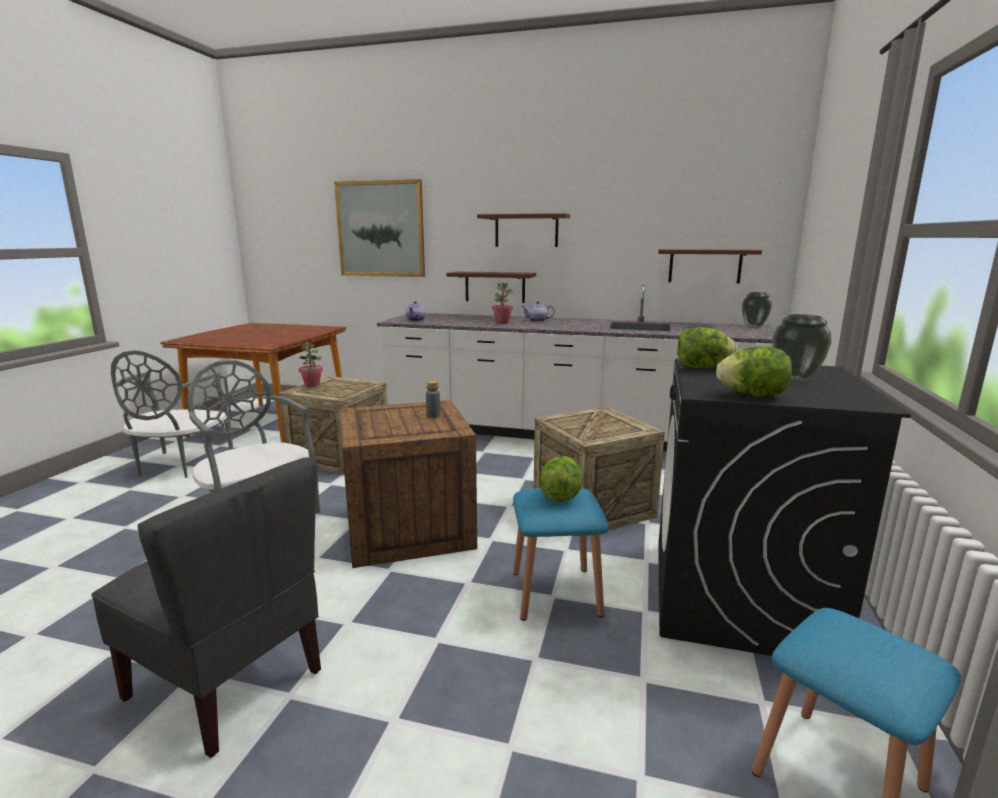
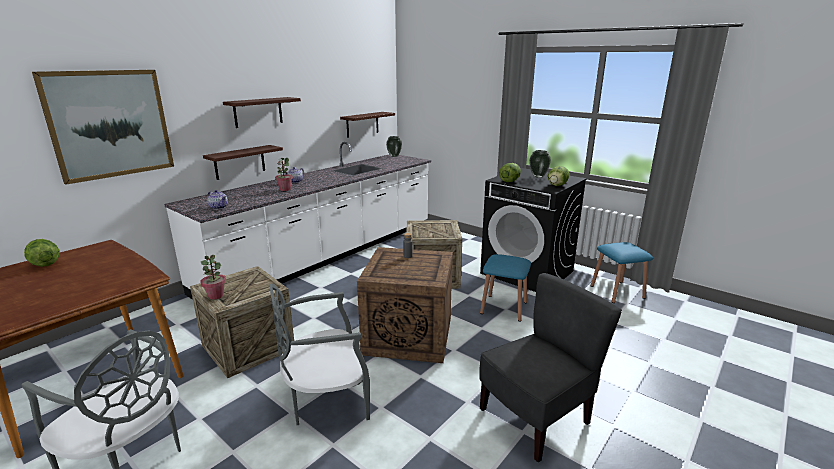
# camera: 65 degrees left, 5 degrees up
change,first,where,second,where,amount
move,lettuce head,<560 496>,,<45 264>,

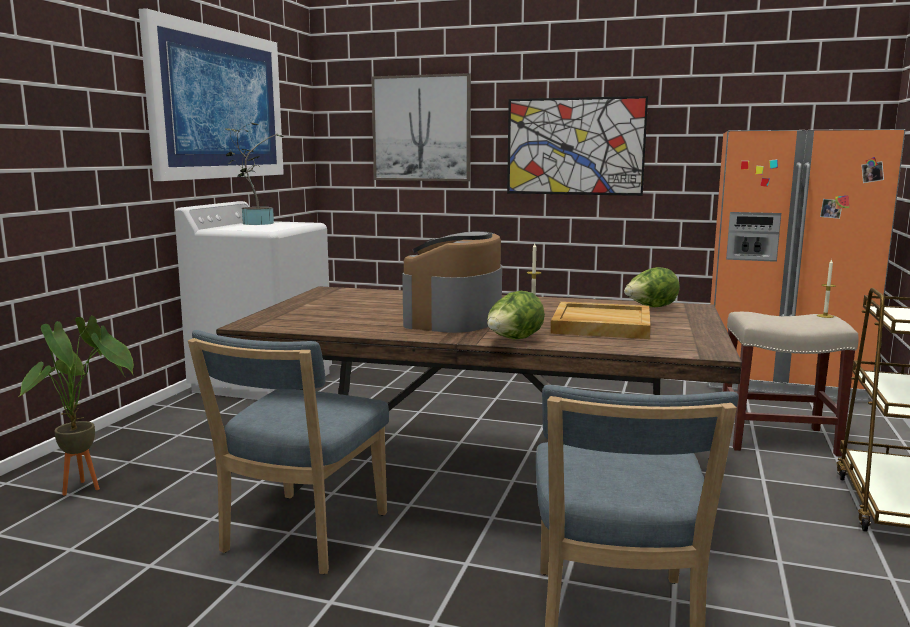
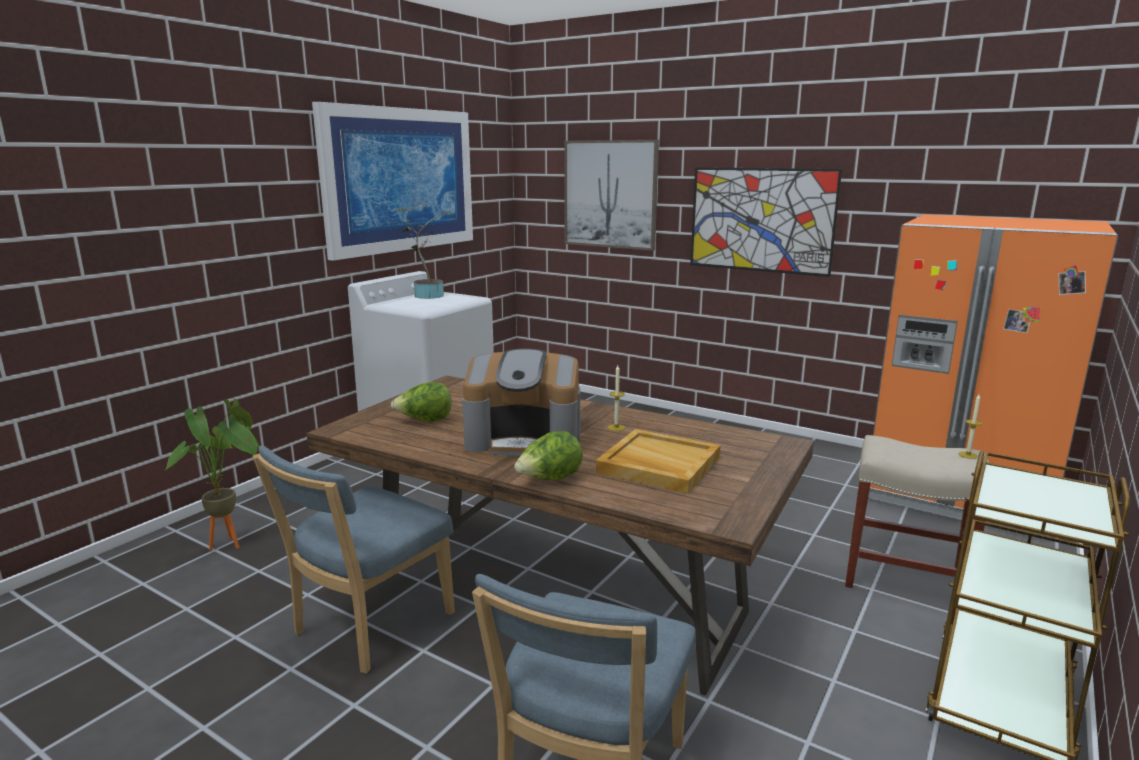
# camera: 15 degrees right, 5 degrees up
change,first,where,second,where,amount
move,lettuce head,<650 308>,,<425 421>,
rotate,coffee maker,<455 318>,,<525 439>,120 degrees counterclockwise

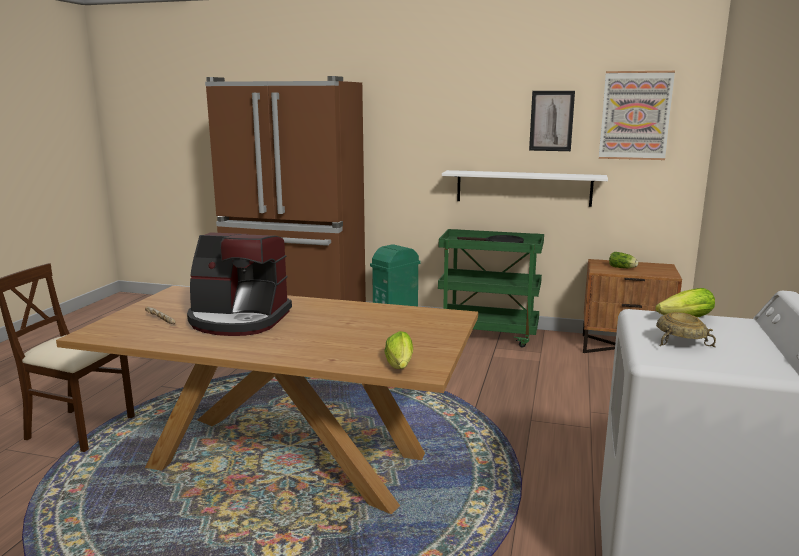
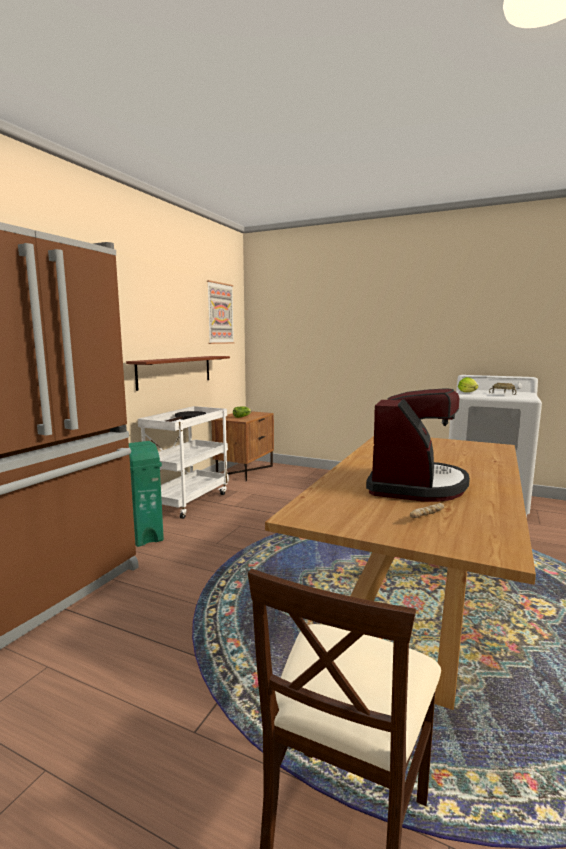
# camera: 80 degrees left, 5 degrees down
change,first,where,second,where,amount
delete,lettuce head,<399 366>,,,
delete,wall art,<551 121>,,,
recolor,green-coloured cart,<489 335>,white-coloured cart,<188 501>,
recolor,white-coloured wall shelf,<523 188>,brownish wall shelf,<175 371>,

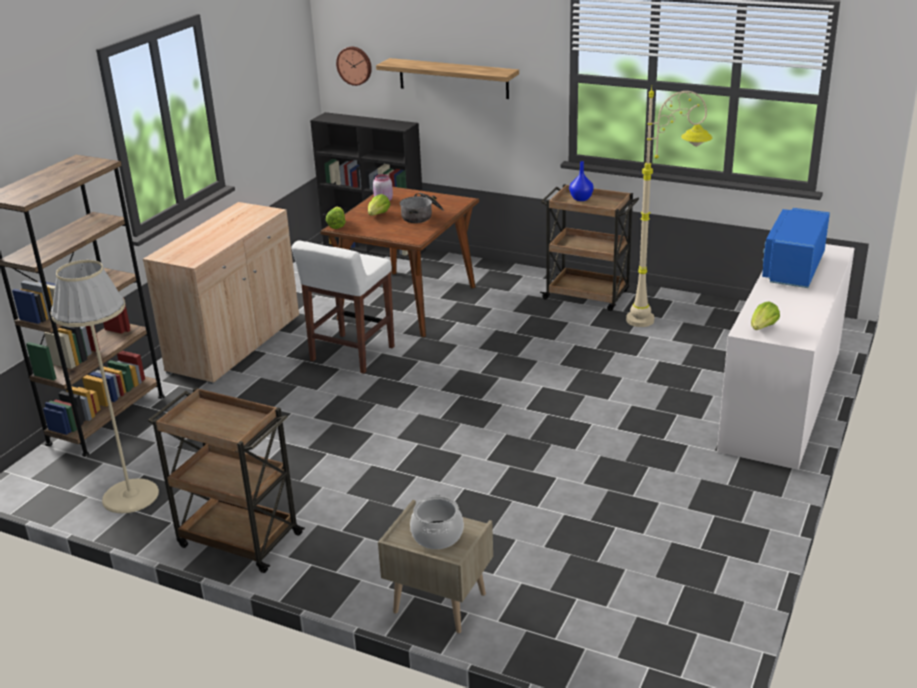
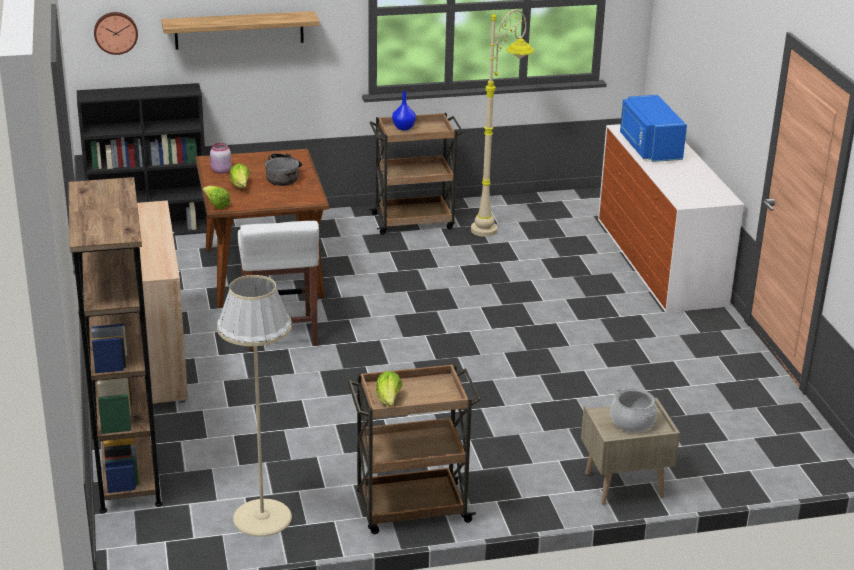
# camera: 40 degrees left, 0 degrees up
change,first,where,second,where,amount
move,lettuce head,<762 328>,,<389 401>,

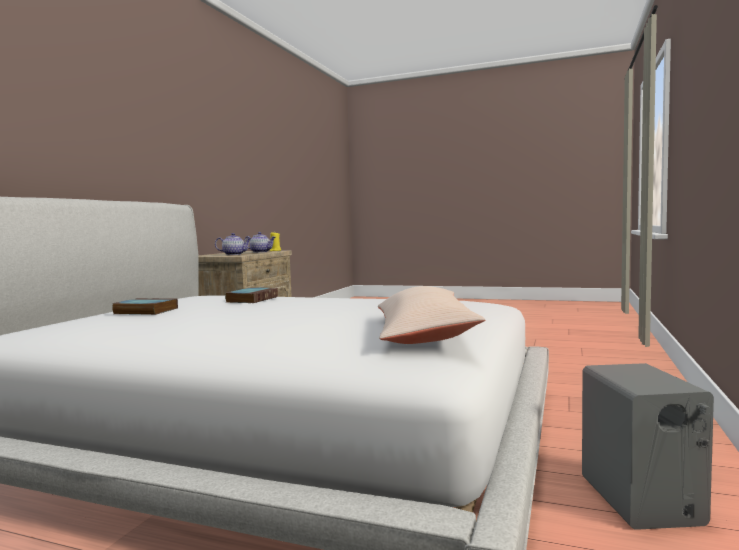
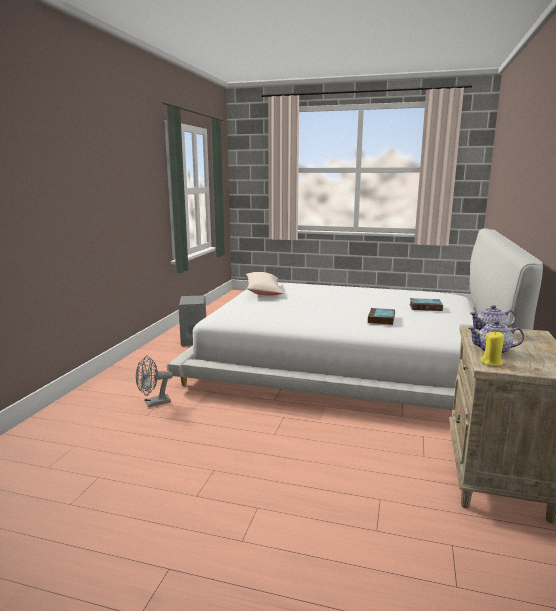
# camera: 175 degrees right, 10 degrees up
change,first,where,second,where,amount
insert,,,grey electric fan,<153 403>,

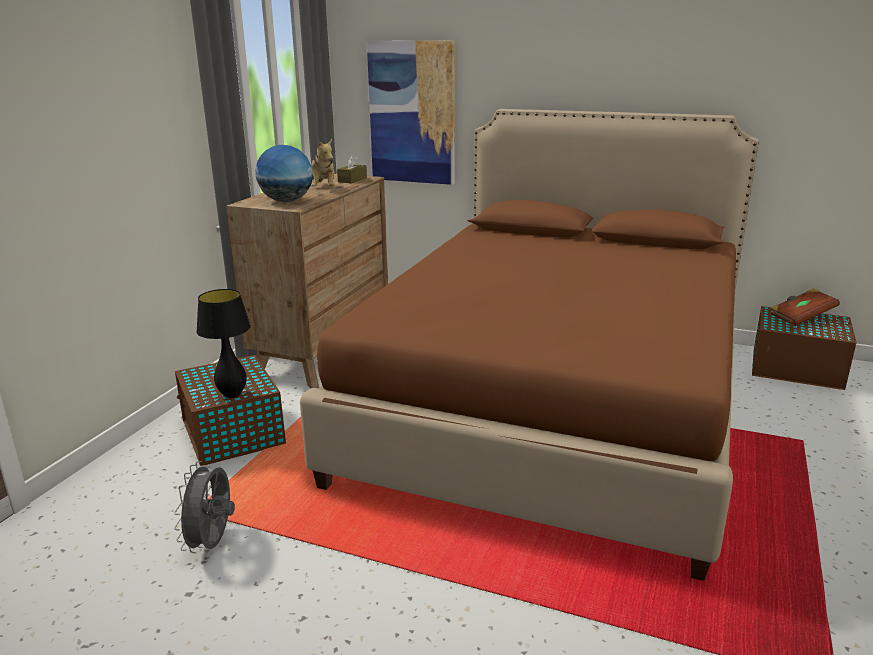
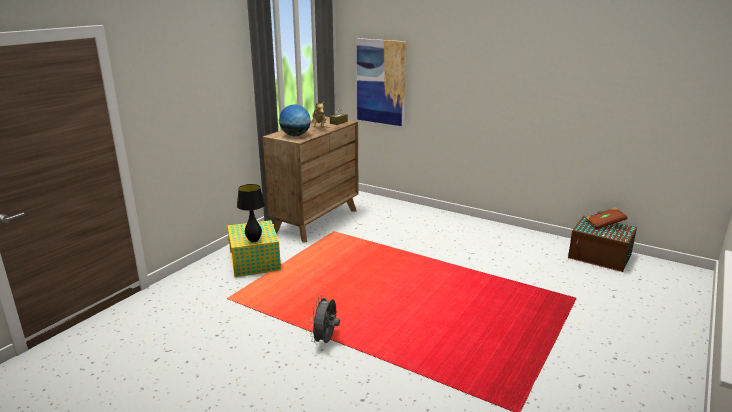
# camera: 10 degrees right, 0 degrees up
change,first,where,second,where,amount
delete,brownish sleeping bed,<555 404>,,,
move,grey electric fan,<213 543>,,<326 340>,
recolor,brownish storage container,<233 433>,yellowish storage container,<254 262>,

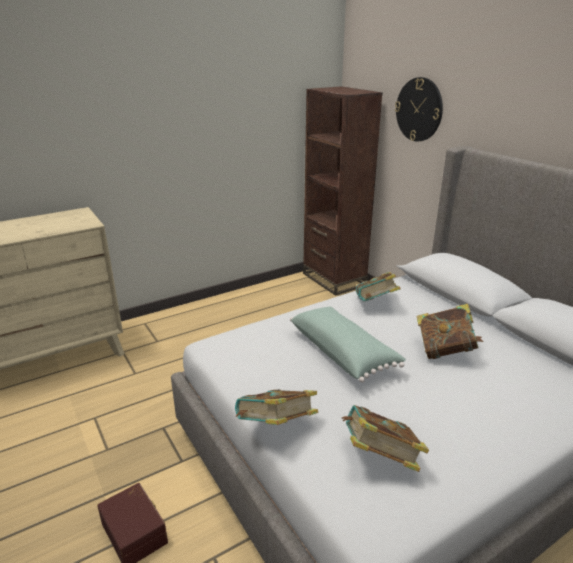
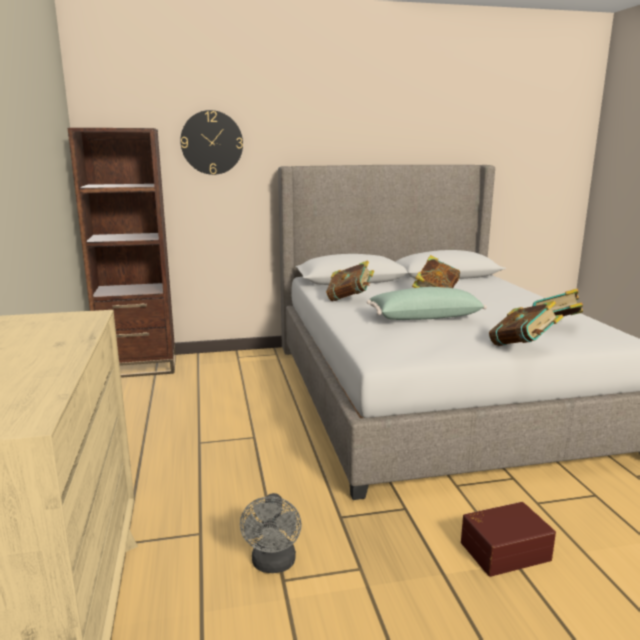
# camera: 70 degrees left, 10 degrees down
change,first,where,second,where,amount
insert,,,grey electric fan,<273 564>,

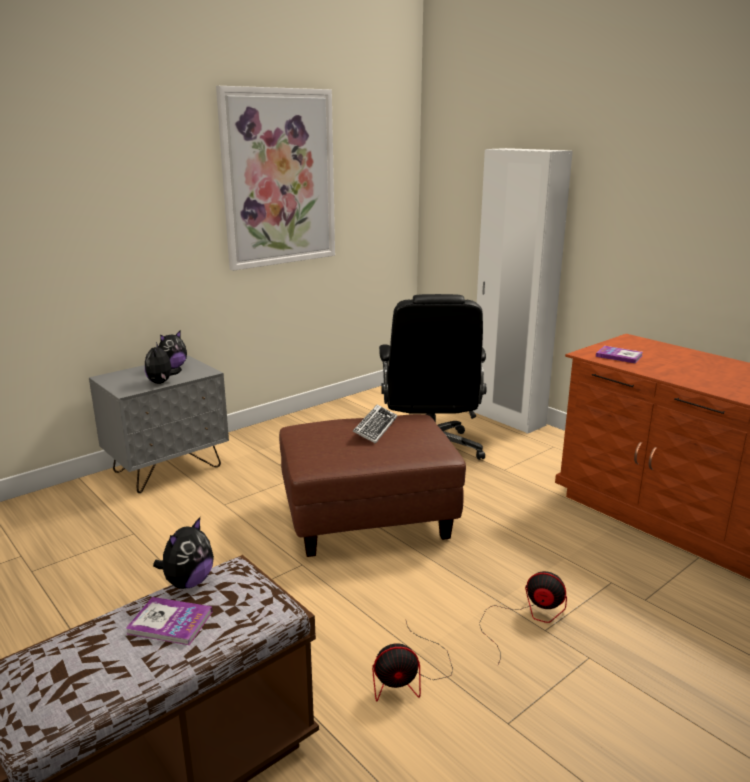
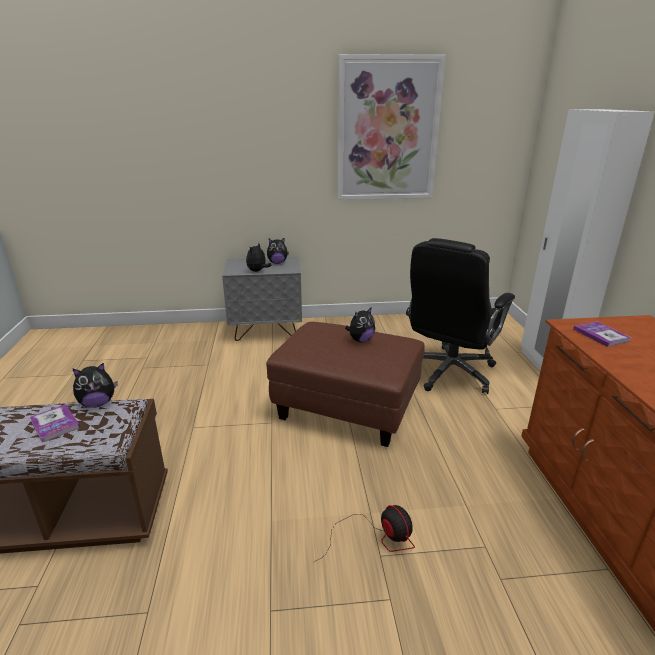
# camera: 35 degrees right, 5 degrees up
change,first,where,second,where,amount
delete,electric fan,<409 676>,,,
replace,keyboard,<375 428>,cuddly toy,<360 340>,

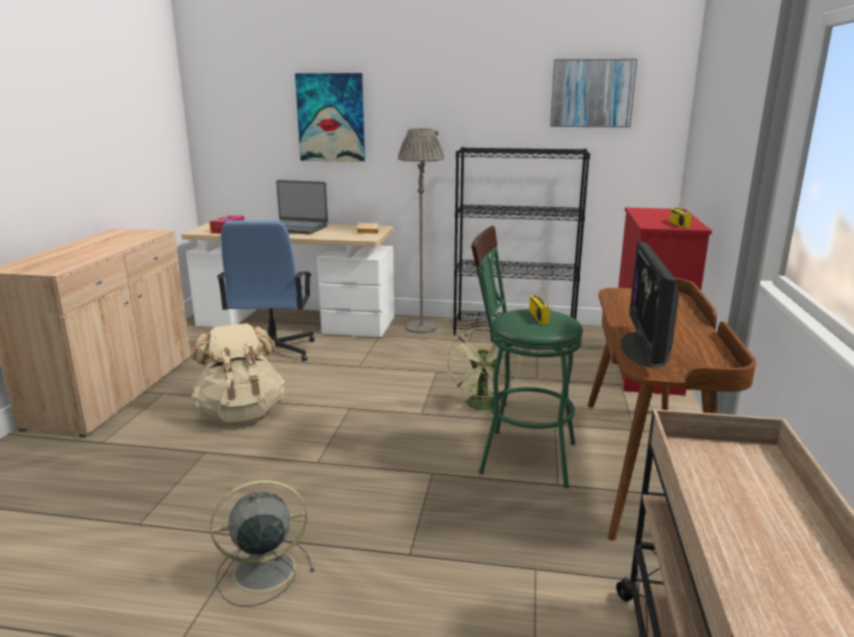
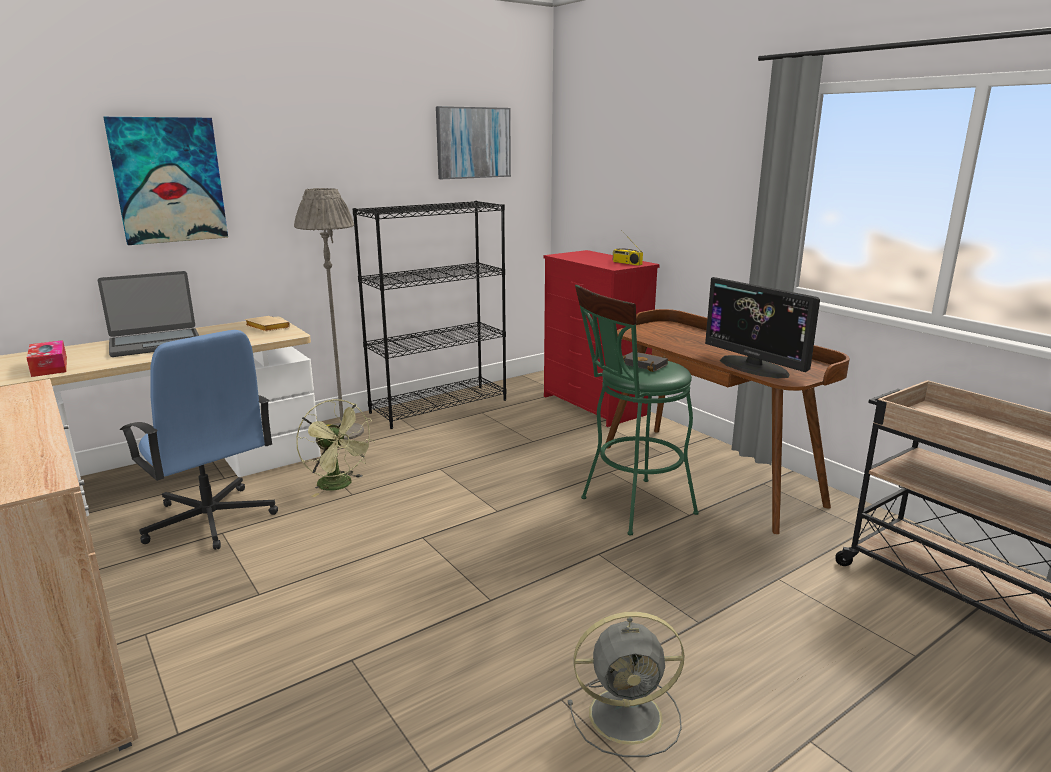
# camera: 45 degrees left, 0 degrees up
change,first,where,second,where,amount
delete,beige backpack,<241 413>,,,
move,green-coloured electric fan,<483 407>,,<339 486>,
replace,radio set,<537 317>,black volume,<645 365>,
rotate,grey electric fan,<261 571>,,<629 715>,120 degrees counterclockwise

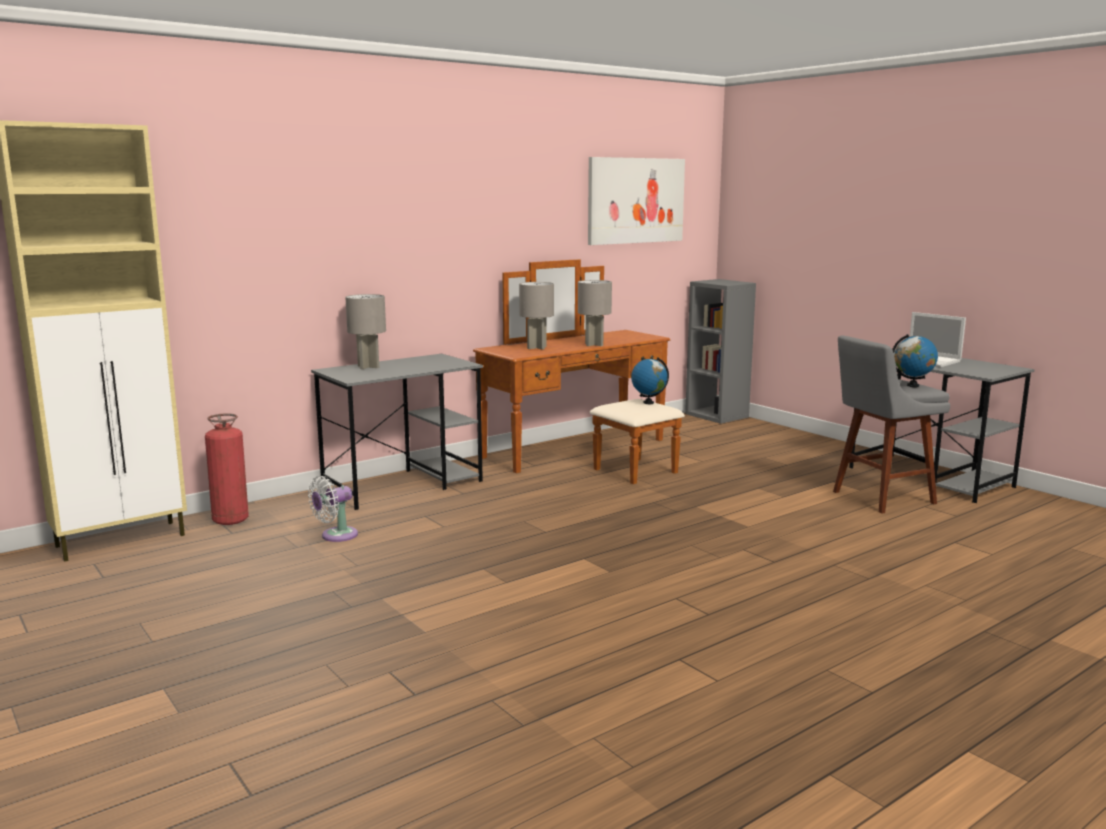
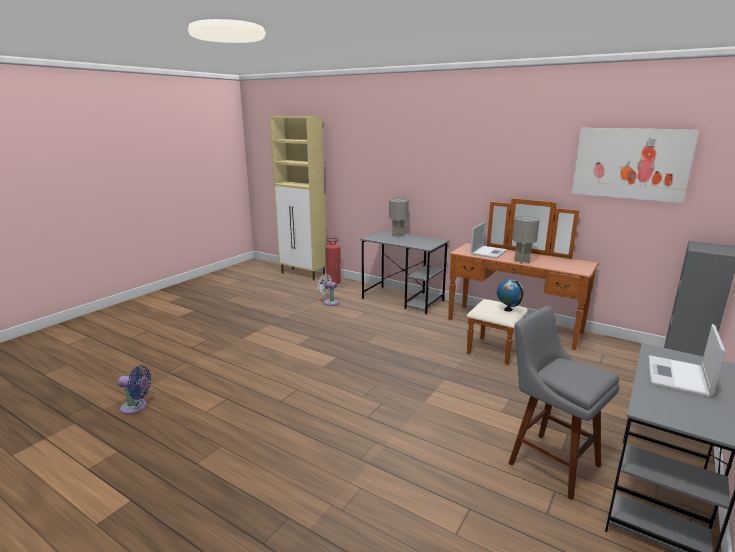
# camera: 70 degrees right, 5 degrees up
change,first,where,second,where,amount
delete,desk globe,<913 385>,,,
insert,,,bluish electric fan,<136 407>,
replace,grey table lamp,<536 347>,notebook computer,<488 252>,

